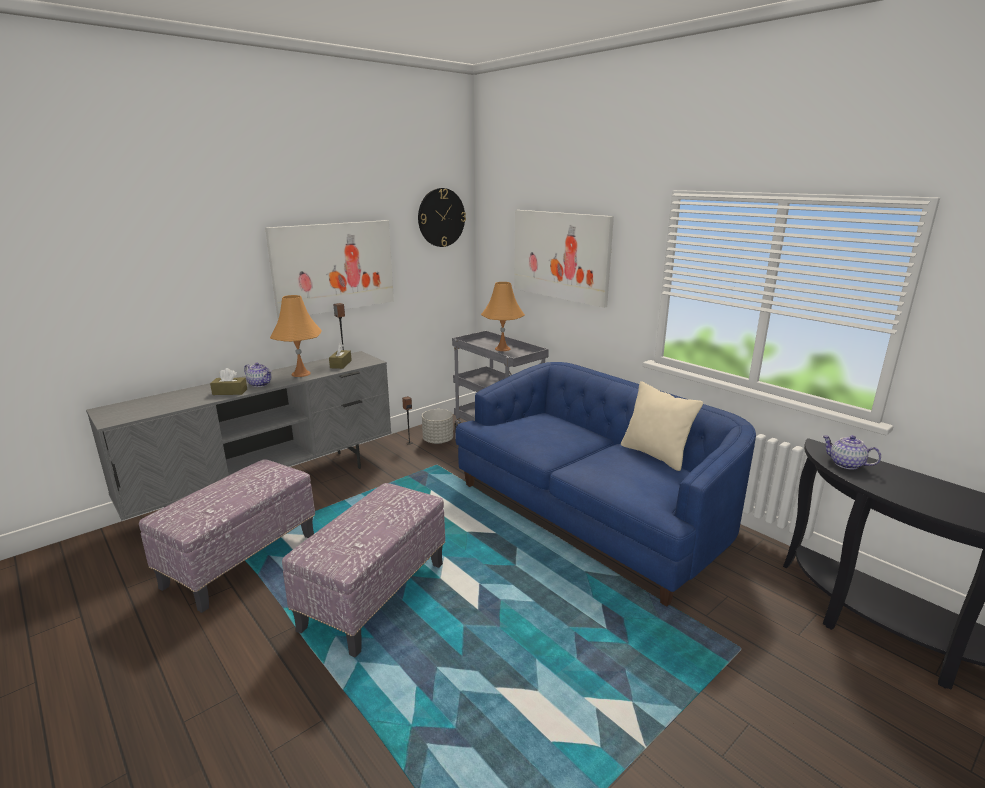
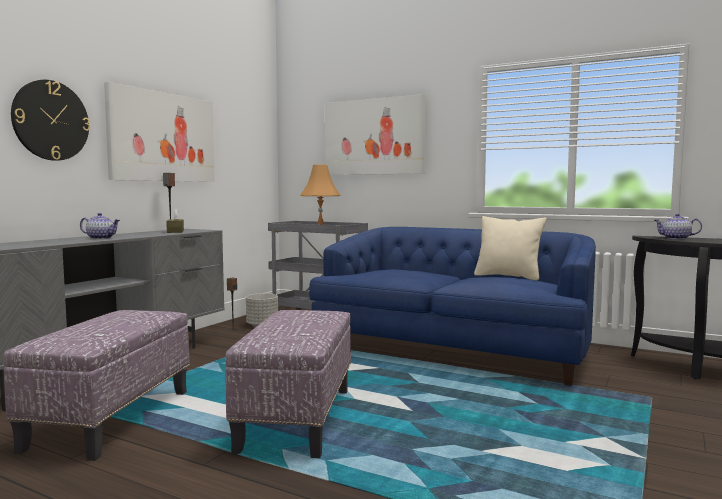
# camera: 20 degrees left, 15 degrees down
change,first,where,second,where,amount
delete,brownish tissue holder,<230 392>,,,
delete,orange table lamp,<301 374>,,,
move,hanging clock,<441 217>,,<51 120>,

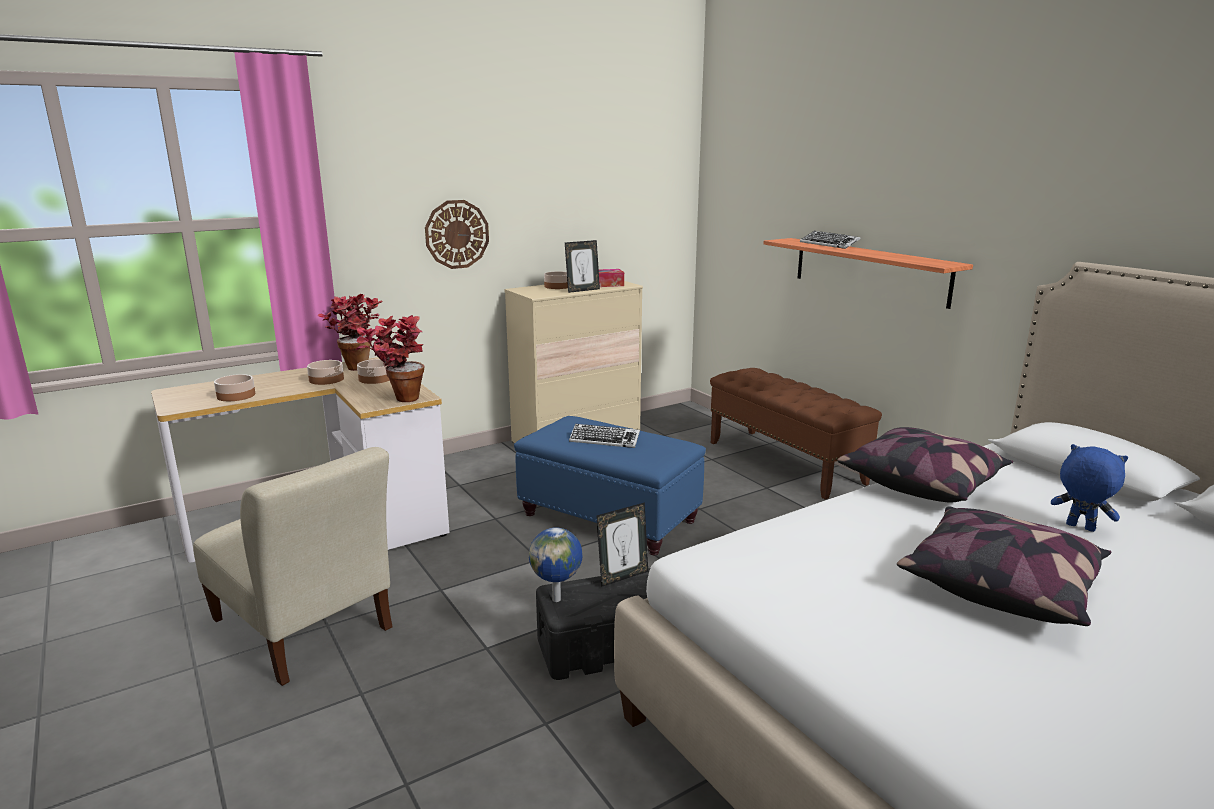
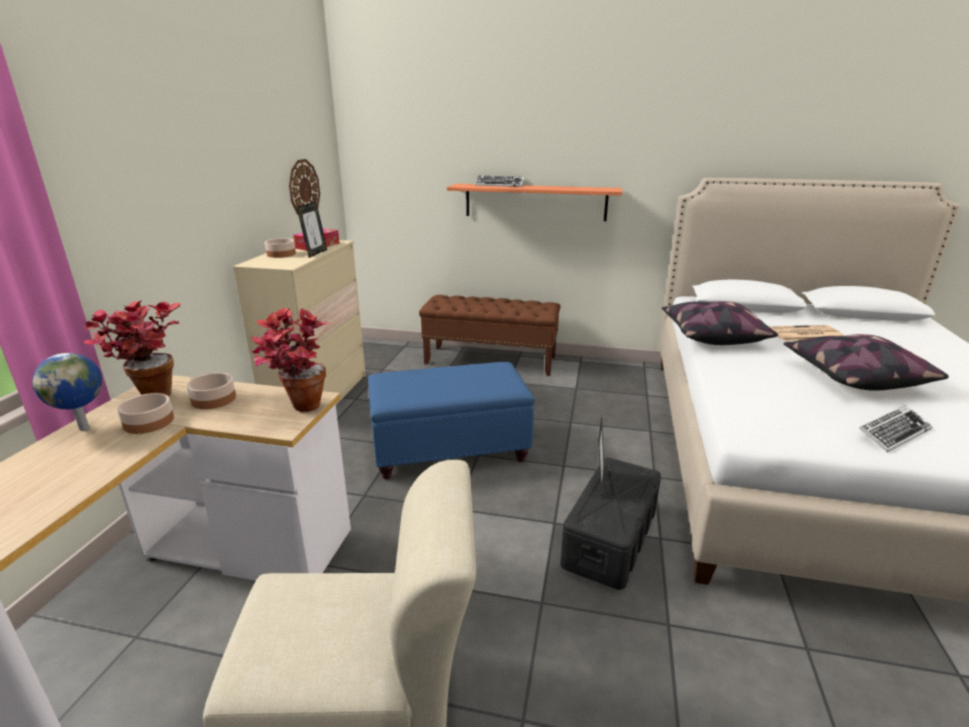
# camera: 45 degrees left, 5 degrees up
change,first,where,second,where,amount
delete,serving bowl,<237 395>,,,
move,hanging clock,<457 234>,,<304 189>,
move,desk globe,<557 599>,,<85 427>,
move,keyboard,<604 440>,,<893 433>,
replace,bluish cuddly toy,<1079 527>,daily paper,<804 334>,

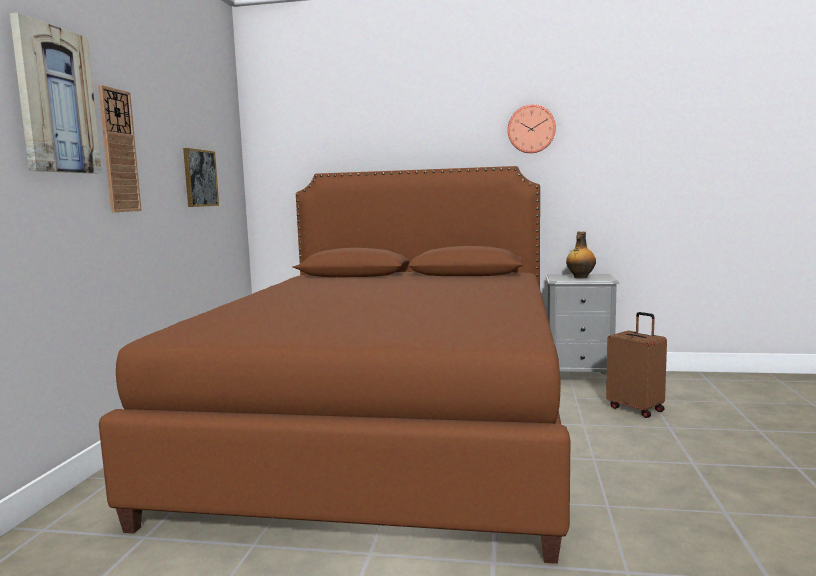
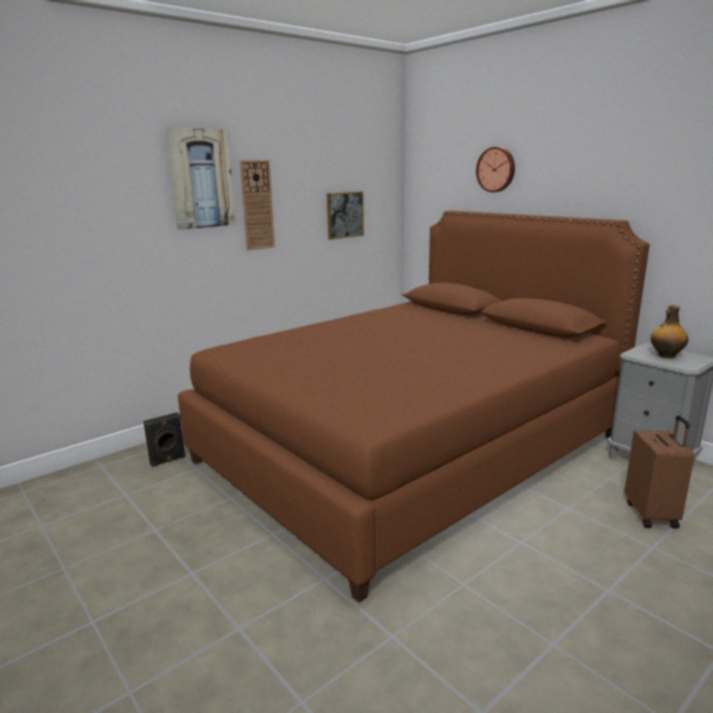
# camera: 40 degrees right, 10 degrees up
change,first,where,second,where,amount
insert,,,black speaker,<168 460>,
move,hanging clock,<531 129>,,<496 169>,

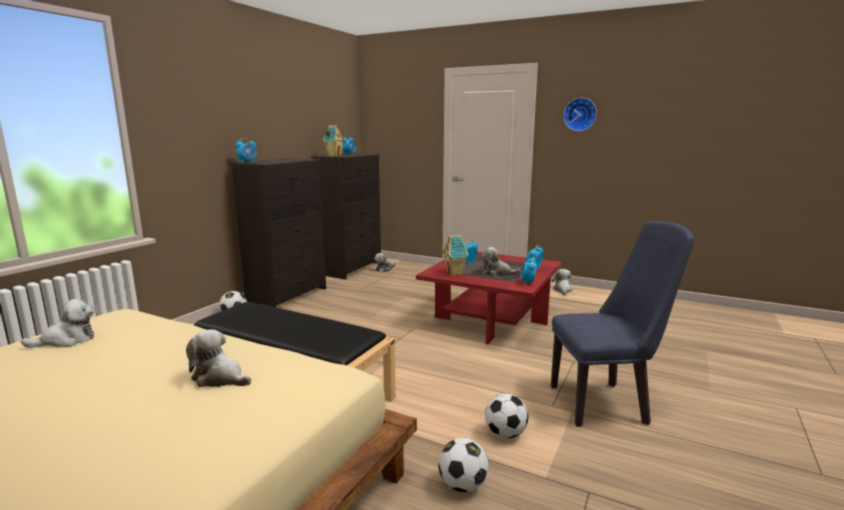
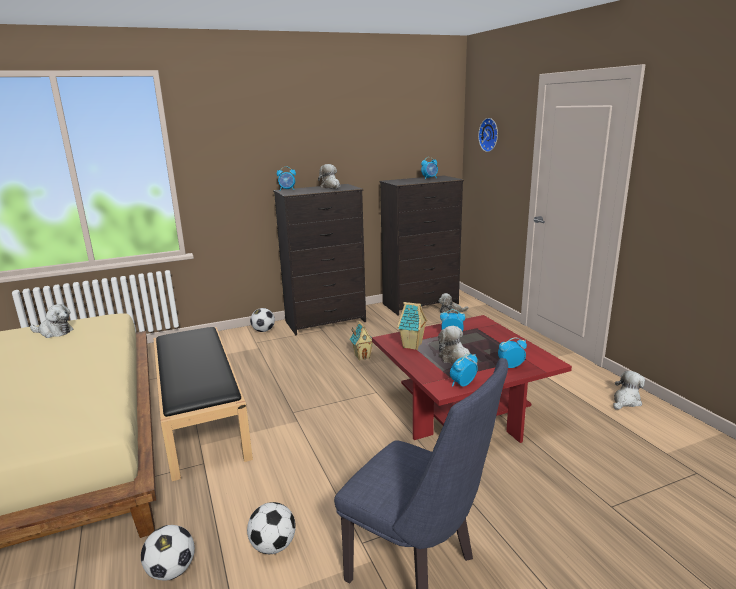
# camera: 40 degrees right, 5 degrees up
change,first,where,second,where,amount
move,cuddly toy,<220 378>,,<331 187>,
move,miniature house,<334 156>,,<362 356>,
move,hanging clock,<580 114>,,<490 135>,

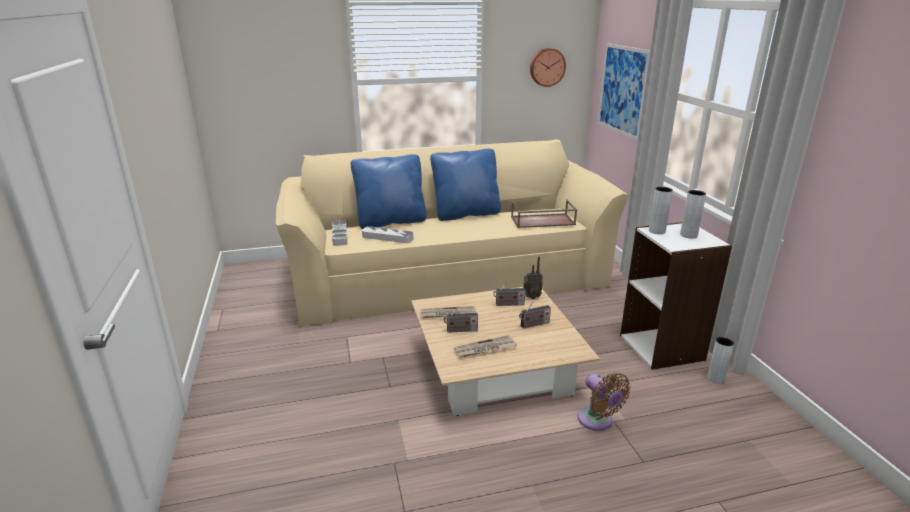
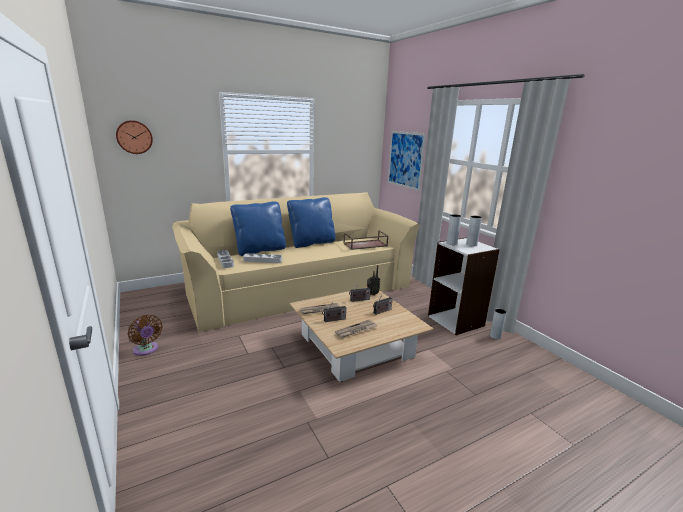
# camera: 15 degrees left, 5 degrees down
change,first,where,second,where,amount
move,hanging clock,<547 67>,,<134 137>,
move,brownish electric fan,<597 421>,,<146 350>,

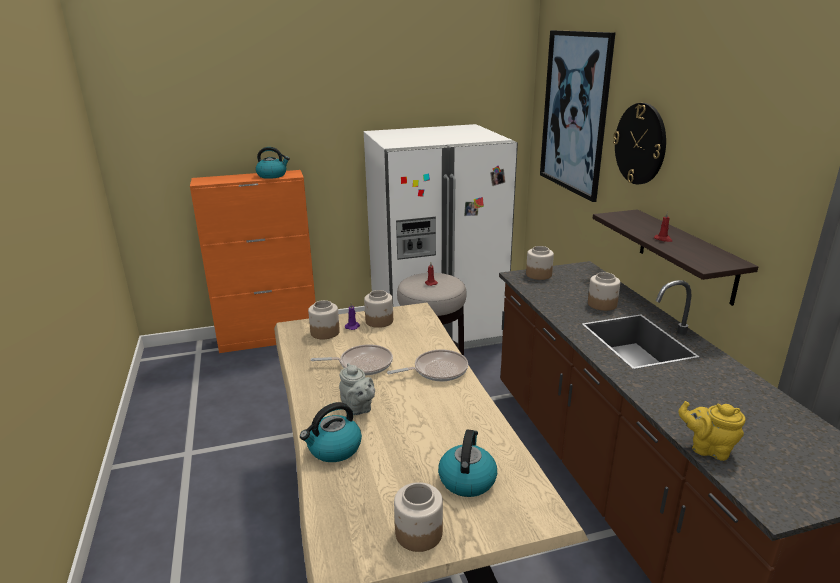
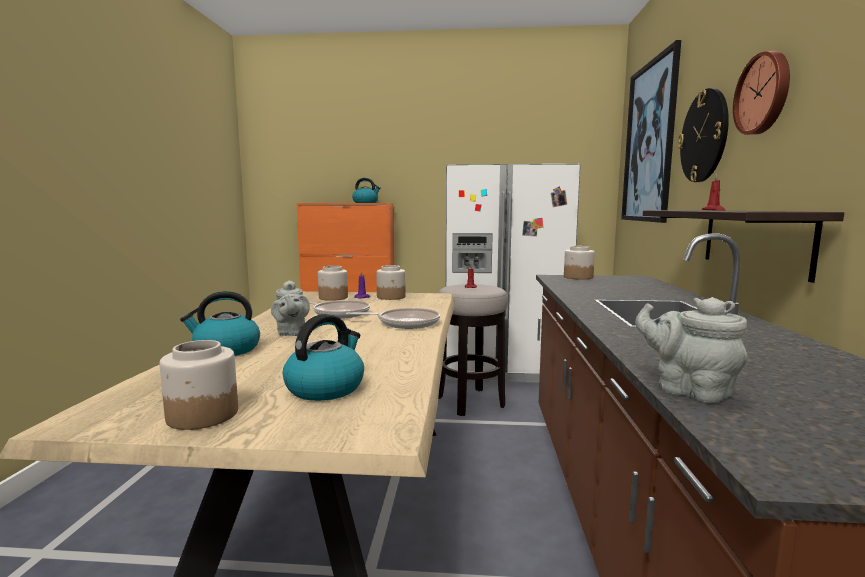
# camera: 20 degrees right, 15 degrees down
change,first,where,second,where,amount
delete,preserve jar,<602 304>,,,
insert,,,hanging clock,<764 93>,
recolor,yellowish tea pot,<707 449>,grey tea pot,<688 390>,

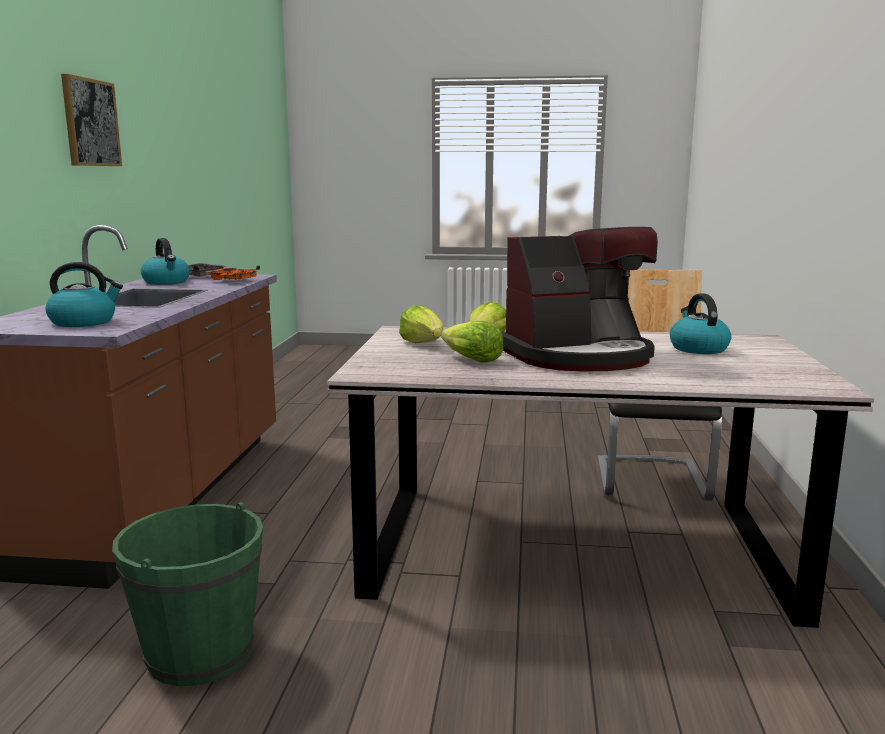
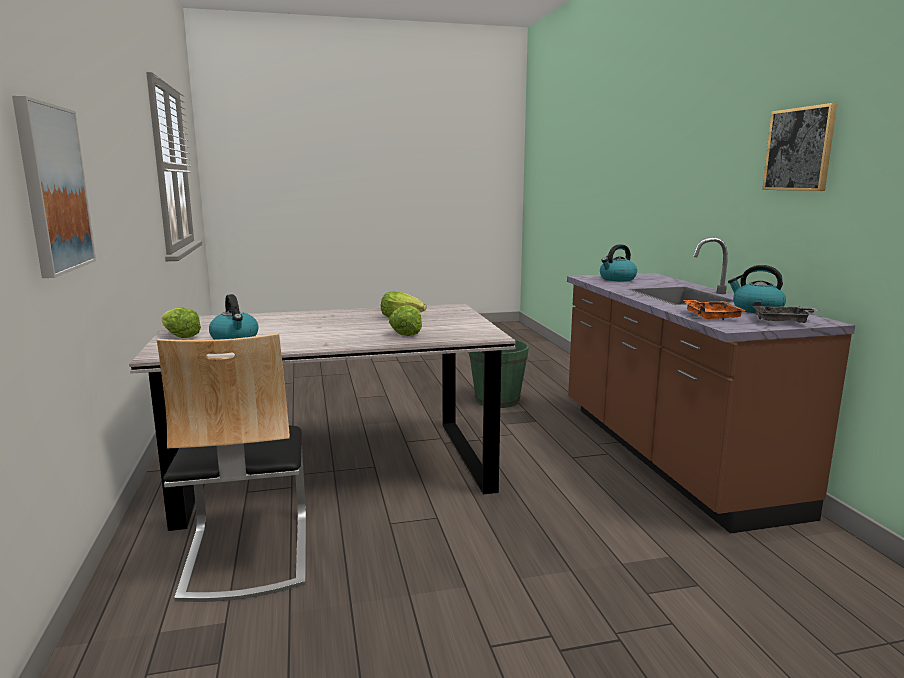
# camera: 160 degrees right, 0 degrees up
change,first,where,second,where,amount
delete,coffee maker,<579 356>,,,
insert,,,wall art,<53 189>,
move,lettuce head,<424 343>,,<180 336>,

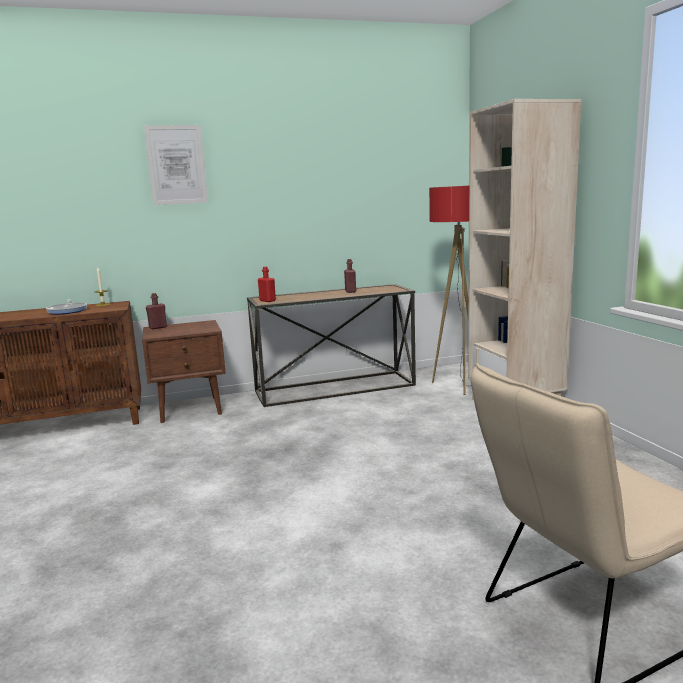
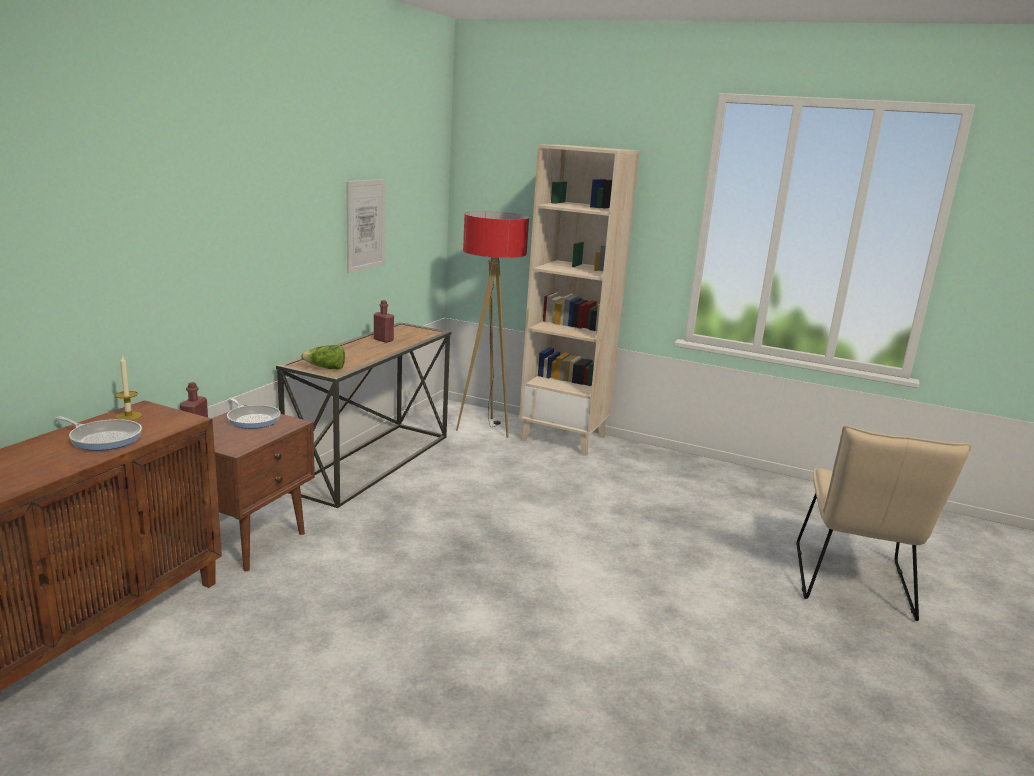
# camera: 50 degrees left, 5 degrees up
change,first,where,second,where,amount
insert,,,pan,<252 419>,
move,wall art,<176 165>,,<365 225>,
replace,red-coloured beverage bottle,<267 301>,lettuce head,<325 368>,

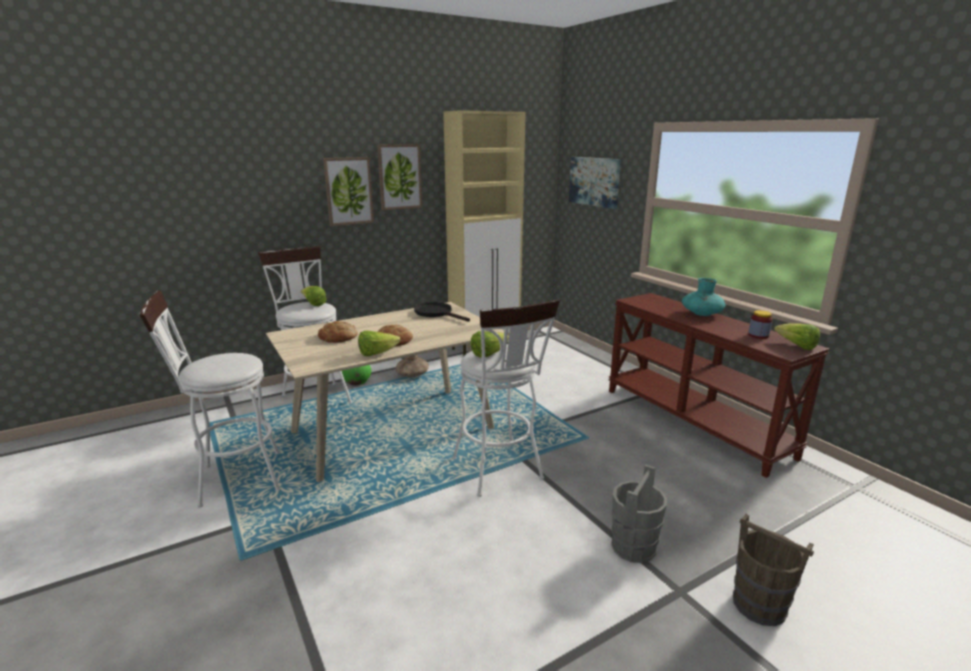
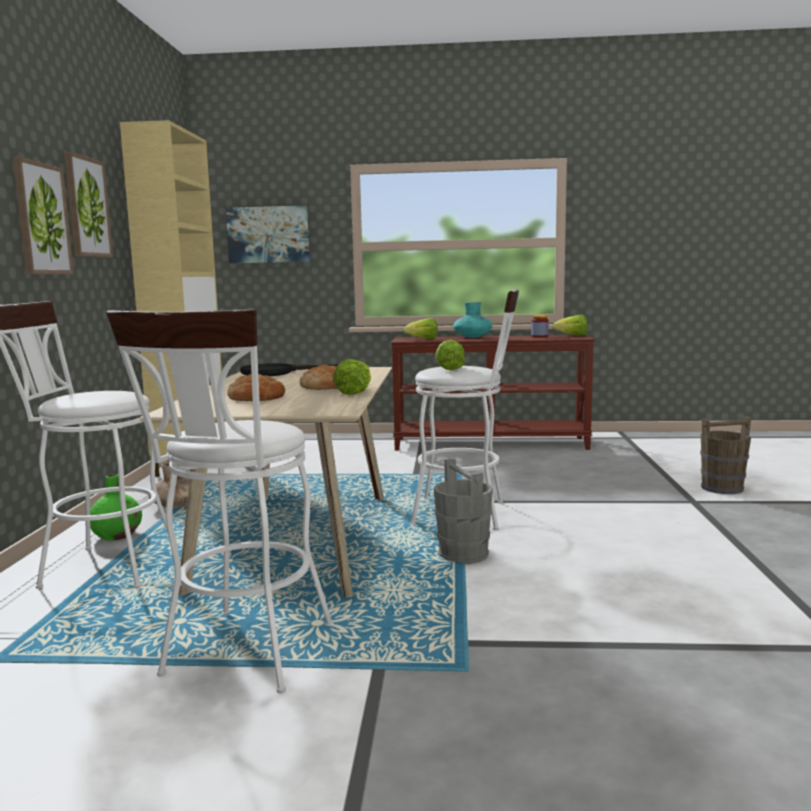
# camera: 55 degrees left, 10 degrees down
change,first,where,second,where,amount
move,lettuce head,<313 304>,,<423 339>,
move,grey bucket,<634 546>,,<463 554>,

